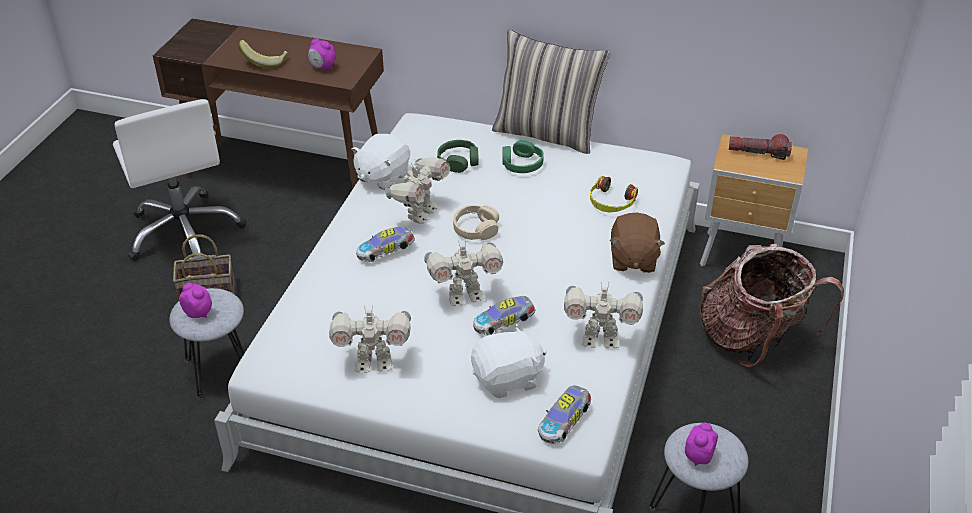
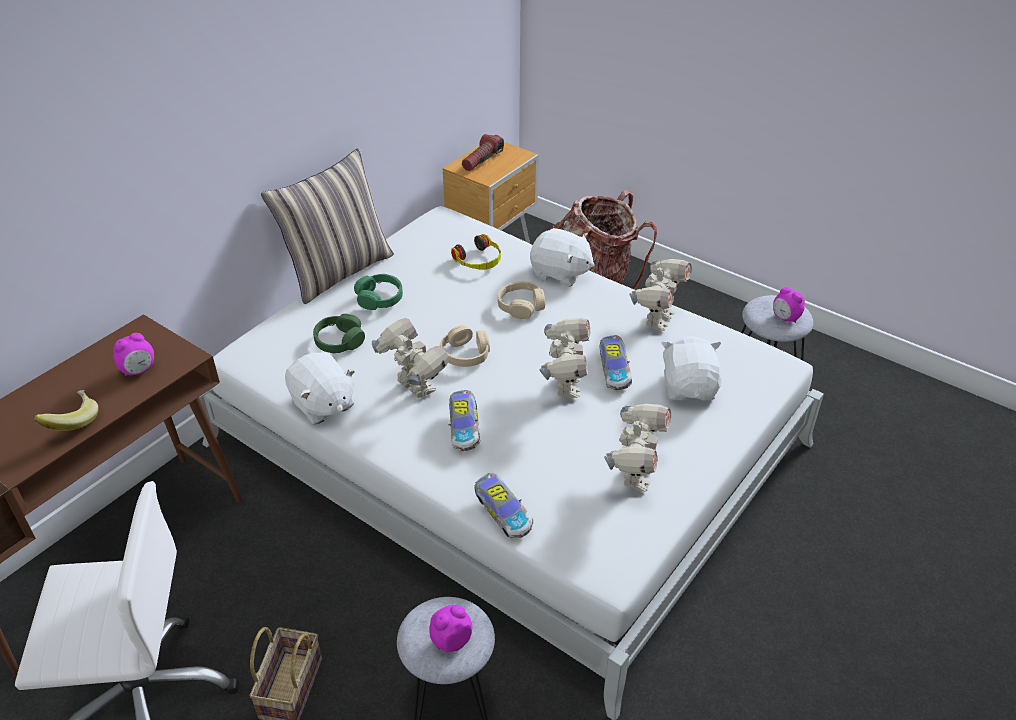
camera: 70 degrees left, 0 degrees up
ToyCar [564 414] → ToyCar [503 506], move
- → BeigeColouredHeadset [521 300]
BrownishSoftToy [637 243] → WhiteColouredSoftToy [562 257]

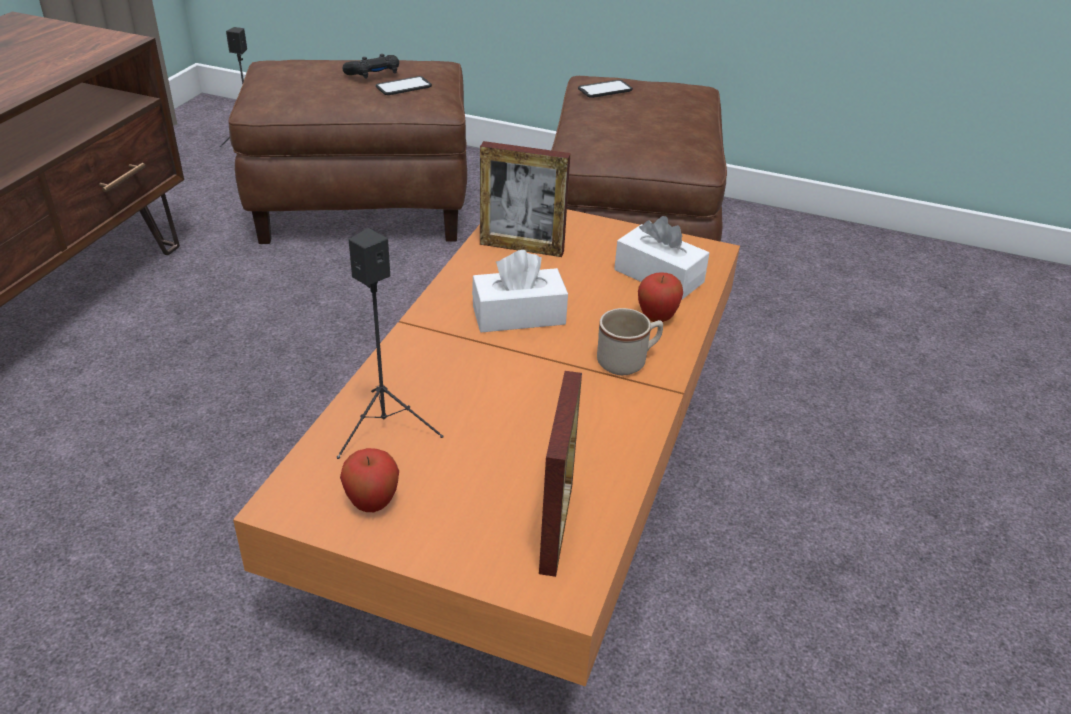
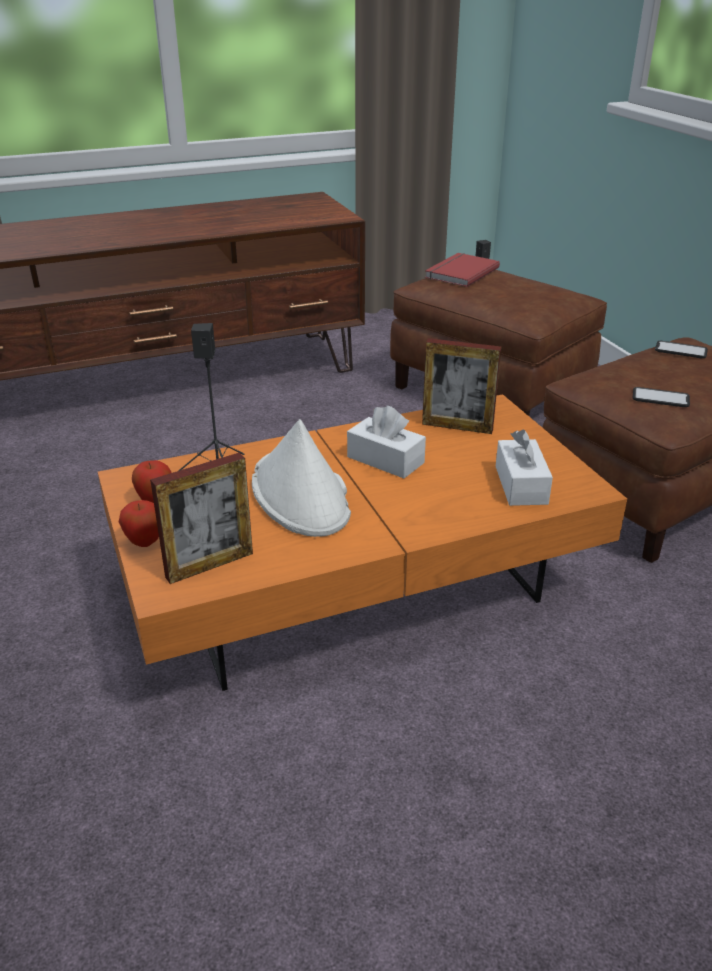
camera: 50 degrees right, 5 degrees down
AppleFruit [660 297] → AppleFruit [139 523], move
- → WhiteColouredClothingHat [301 478]
PictureFrame [525 199] → PictureFrame [461 386], 45 degrees counterclockwise
- → RedVolume [462 270]
Telephone [403 85] → Telephone [661 397], move
BlackGamepad [371 66] → -
BeigeColouredMug [630 341] → -

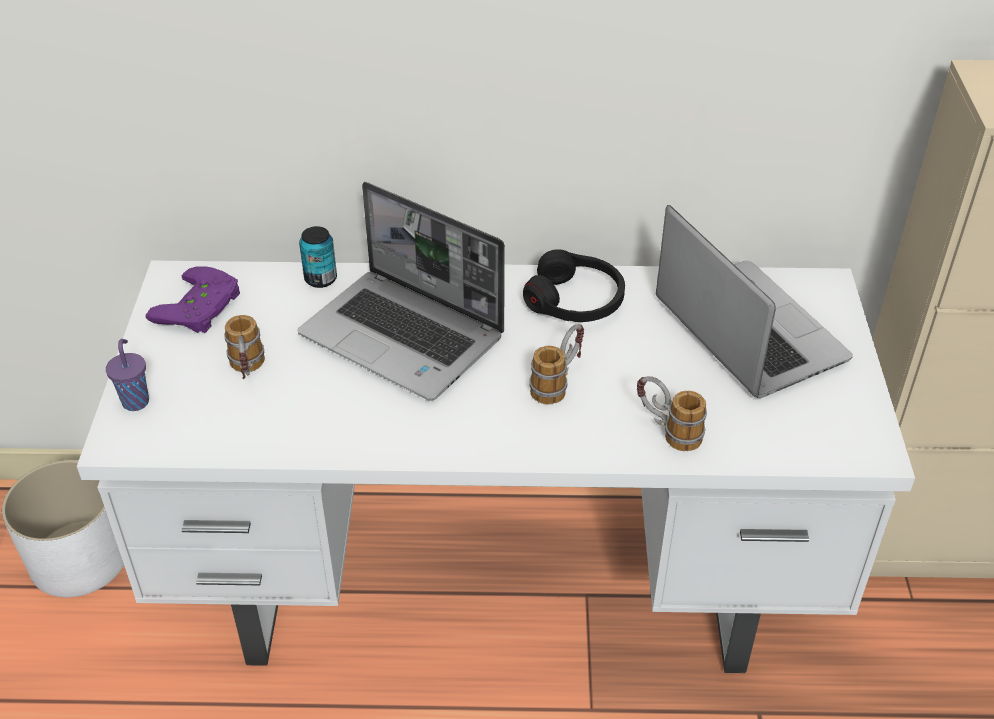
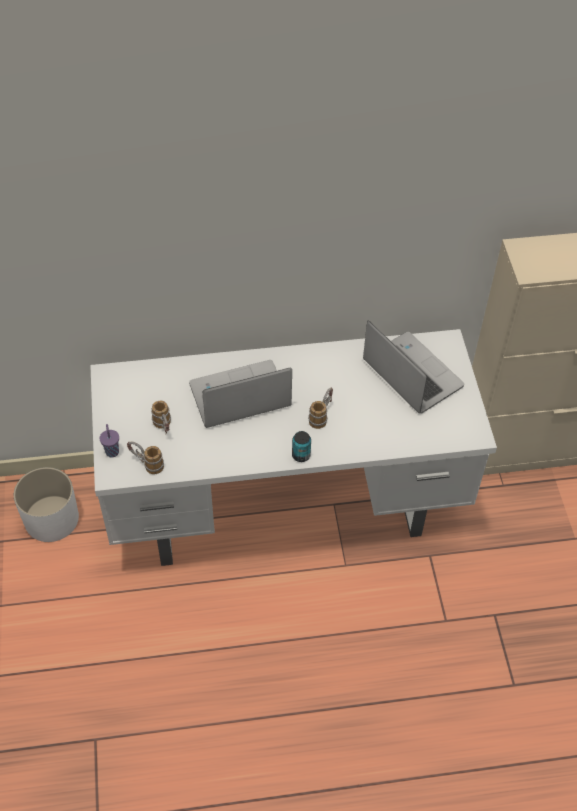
camera: 10 degrees left, 10 degrees up
Mug [672 413] → Mug [145 458], move
NotebookComputer [401 291] → NotebookComputer [240 394], 135 degrees clockwise
Can [318 257] → Can [301 446], move
PurplishGamepad [193 299] → -
BlackHeadset [574 285] → -

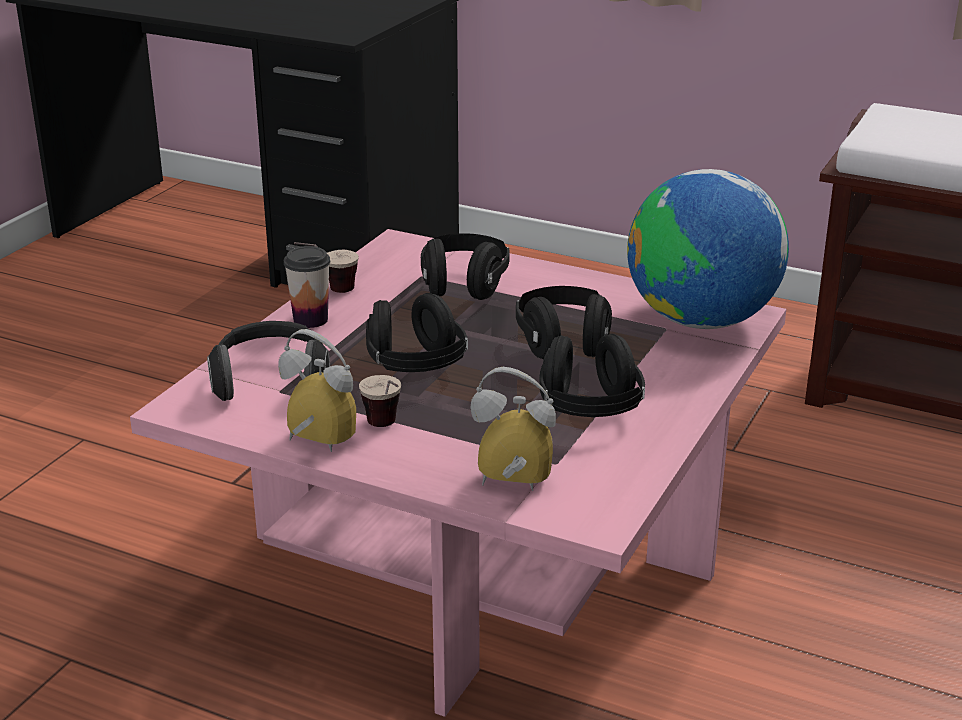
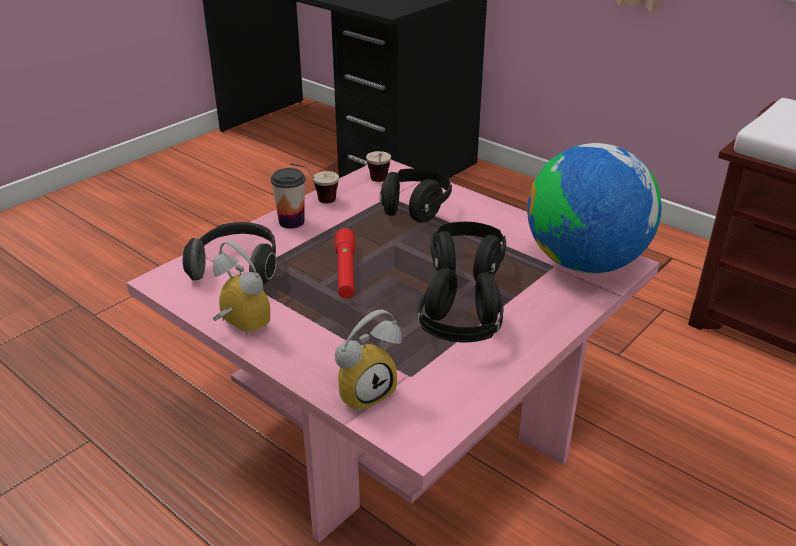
camera: 15 degrees right, 5 degrees up
BlackHeadset [417 332] → RedFlashlight [345 263]
TableClock [513 429] → TableClock [368 361], 120 degrees clockwise
Cup [380 401] → Cup [378 166], move

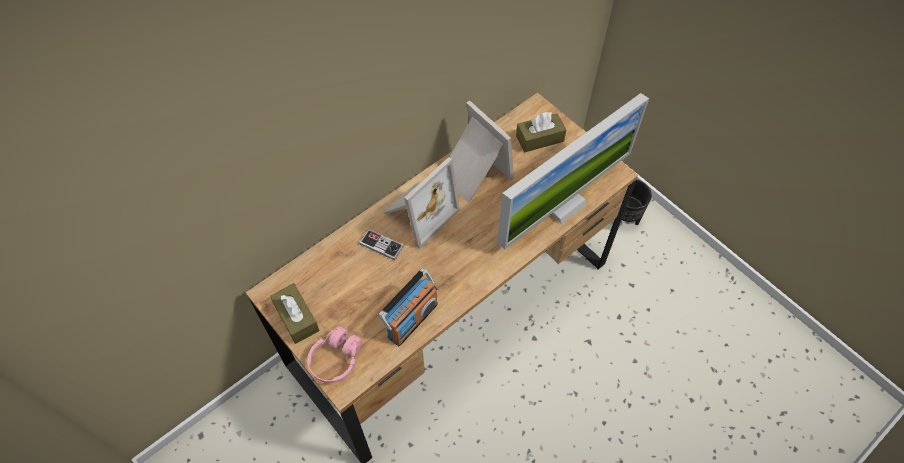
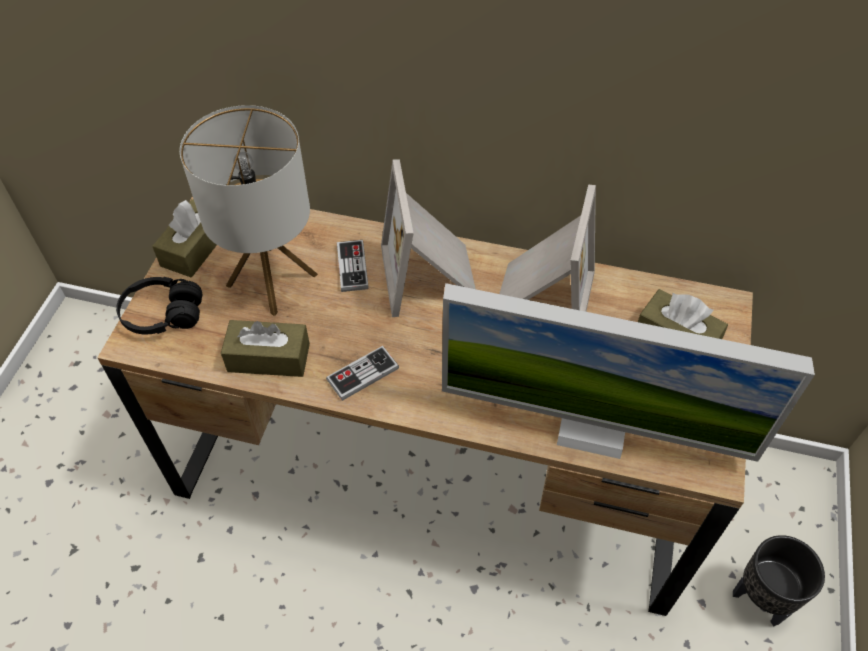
camera: 55 degrees right, 5 degrees down
PinkColouredHeadset [334 354] → BlackHeadset [159 305]
- → LampForATable [249 210]
RadioReceiver [408 307] → BrownishTissueBox [265 348]
- → Gamepad [362 373]
PictureFrame [422 203] → PictureFrame [428 238], 75 degrees clockwise

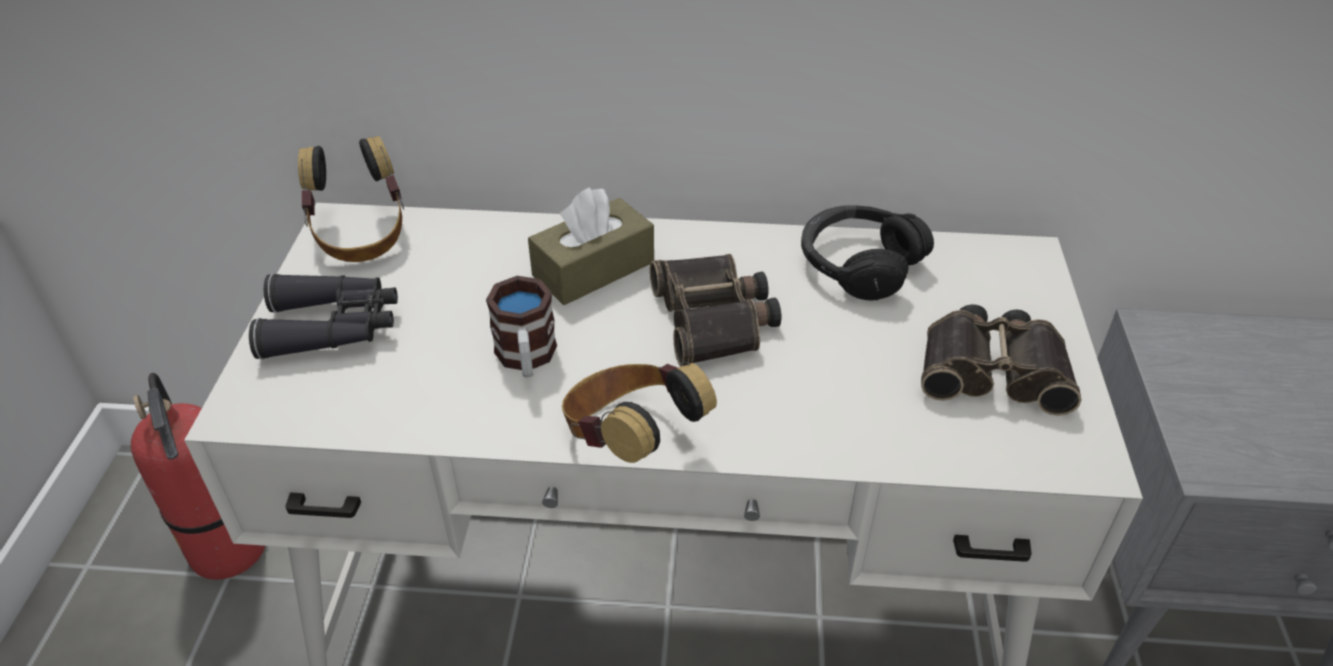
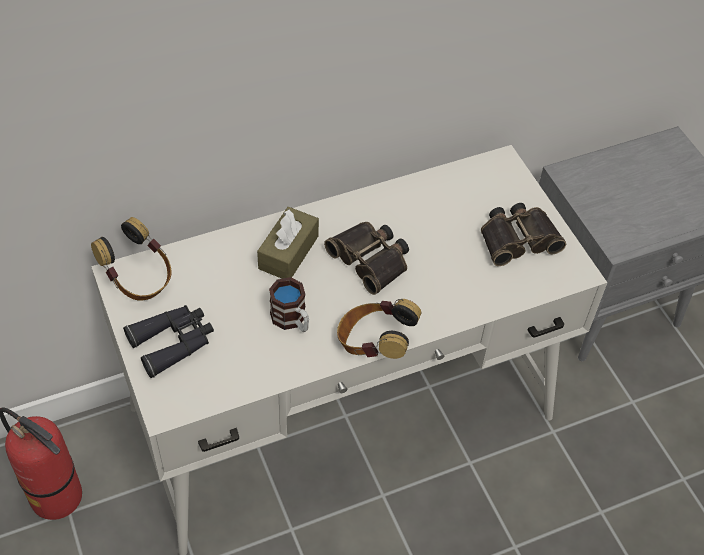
camera: 30 degrees left, 10 degrees up
BlackHeadset [867 252] → -

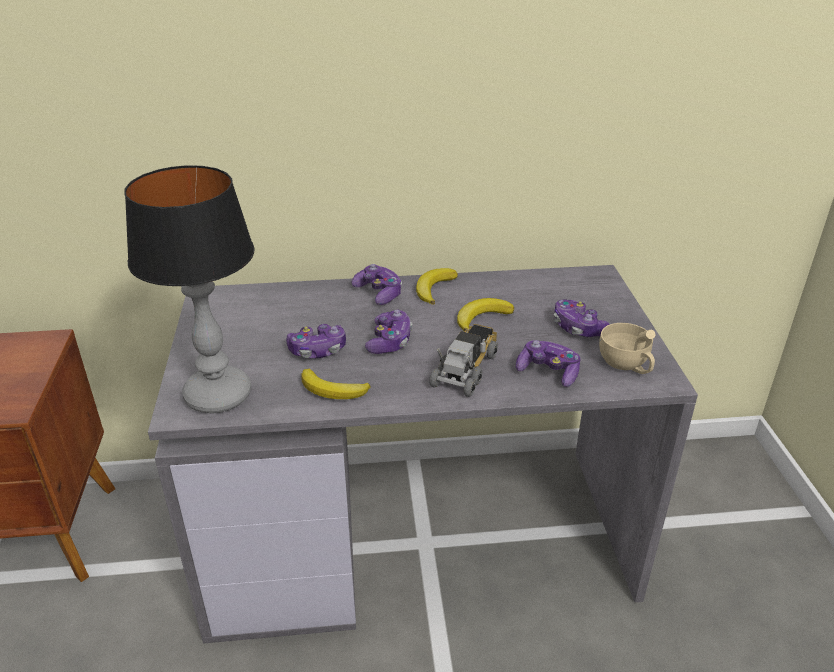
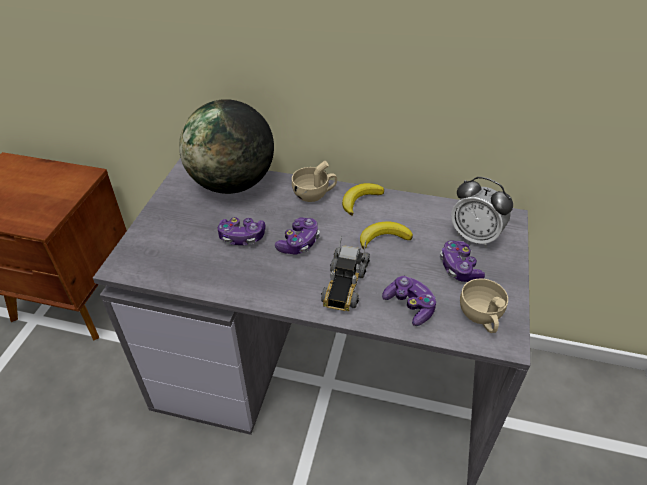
camera: 20 degrees right, 10 degrees up
- → DeskGlobe [226 146]
Gamepad [377 284] → BeigeColouredCup [314 181]
ToyTruck [463 360] → ToyTruck [345 273], 150 degrees clockwise
- → TableClock [482 212]
LampForATable [189 289] → -
BananaFruit [335 384] → -

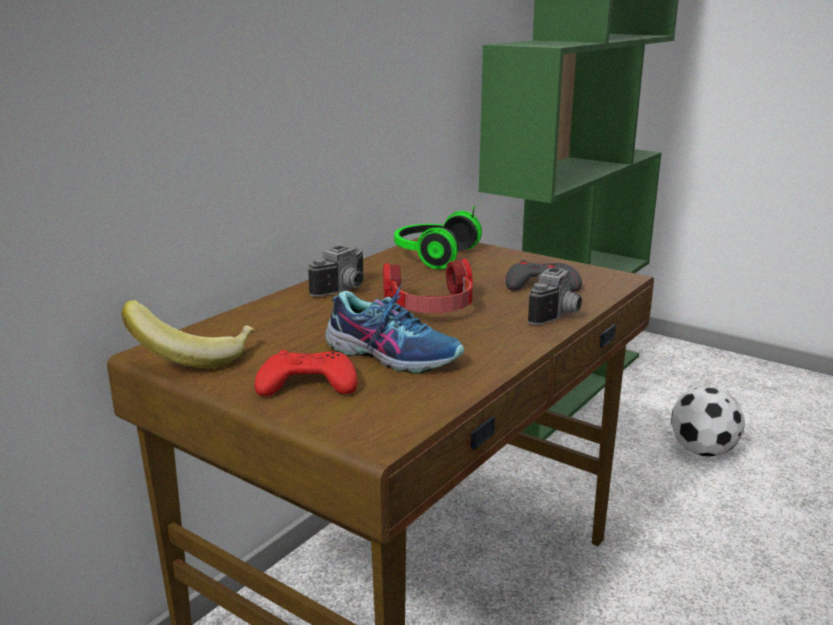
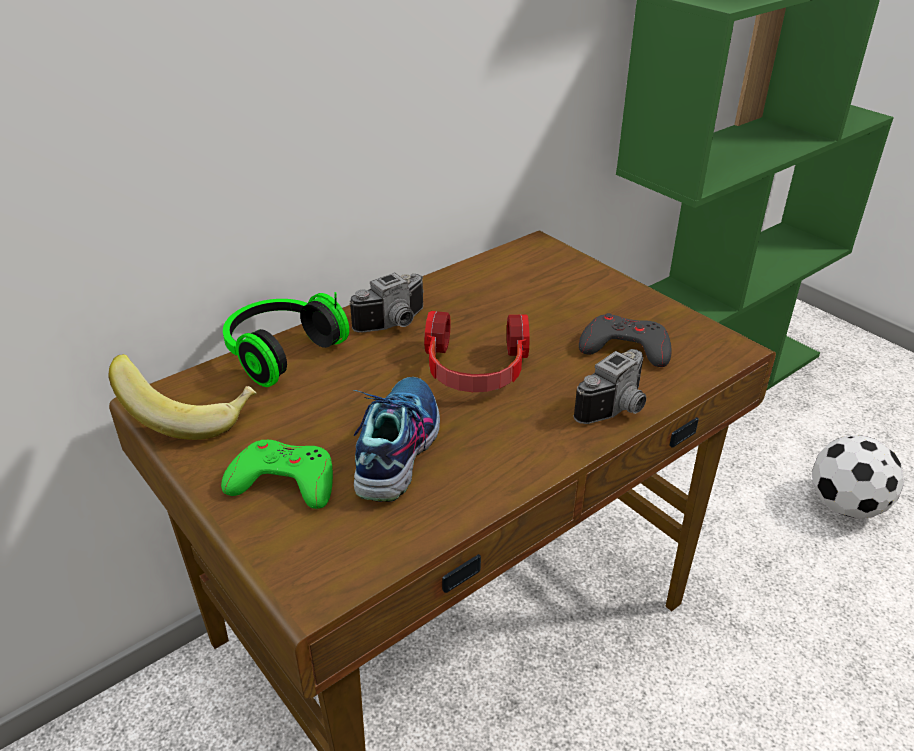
camera: 15 degrees right, 15 degrees up
RedGamepad [306 373] → GreenColouredGamepad [277 474]
Headset [438 237] → Headset [286 339], move
ItemOfFootwear [394 329] → ItemOfFootwear [397 439], 120 degrees counterclockwise

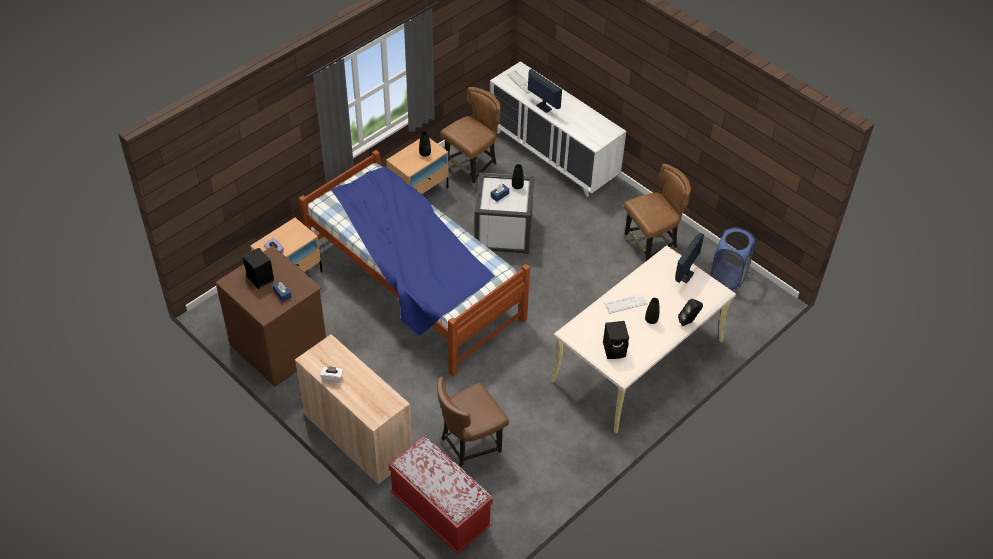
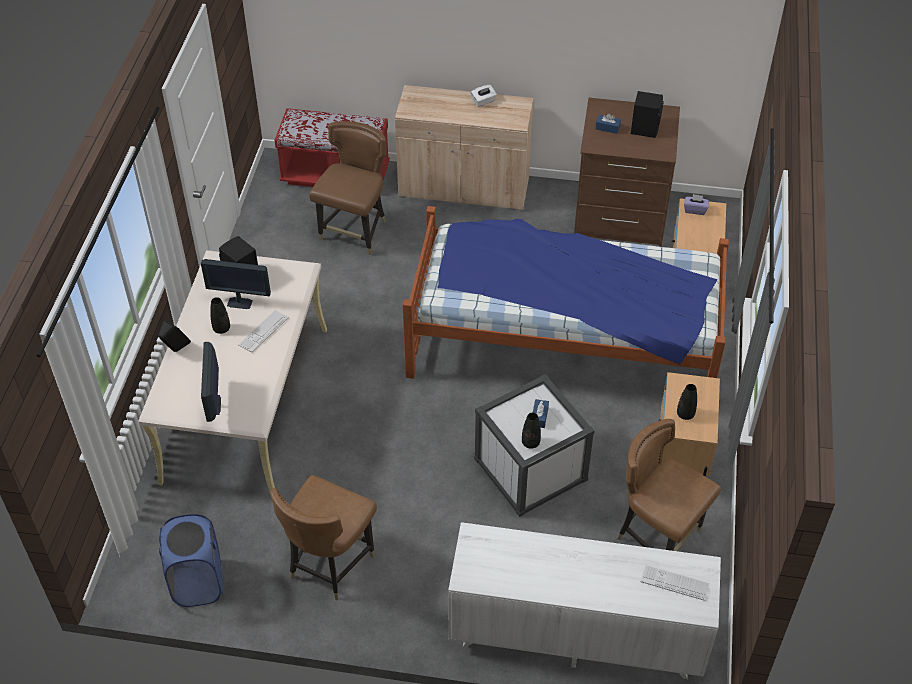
camera: 145 degrees right, 0 degrees up
Monitor [545 91] → Monitor [236 284], move
BrownishPlainChair [470 137] → BrownishPlainChair [669 485], 120 degrees clockwise

